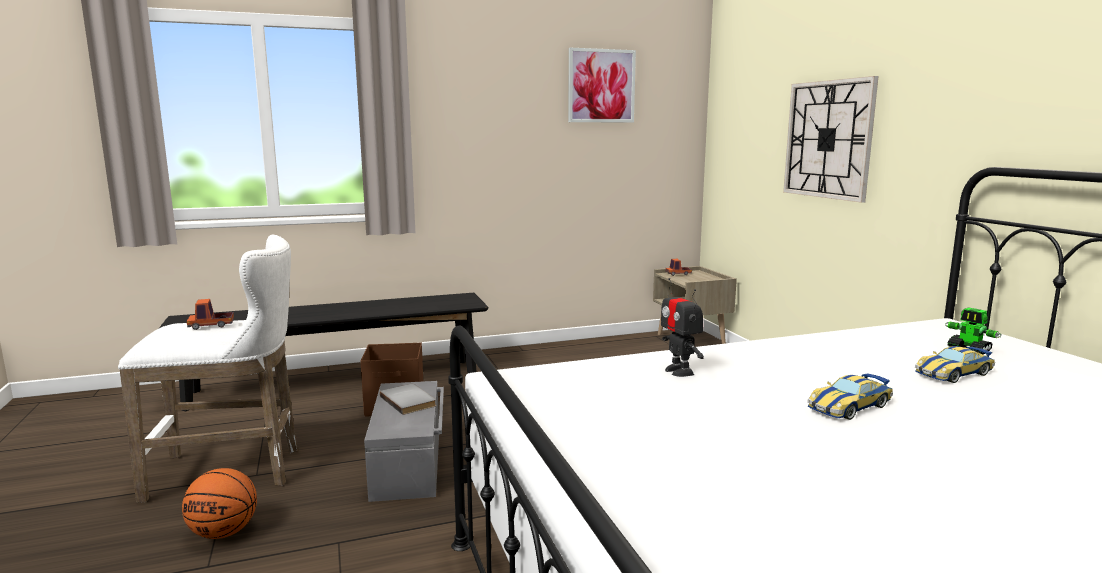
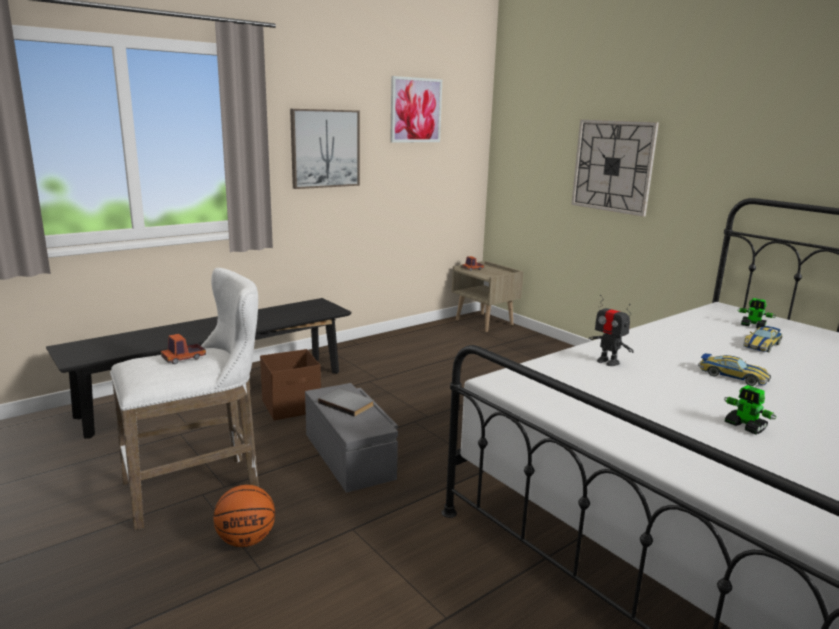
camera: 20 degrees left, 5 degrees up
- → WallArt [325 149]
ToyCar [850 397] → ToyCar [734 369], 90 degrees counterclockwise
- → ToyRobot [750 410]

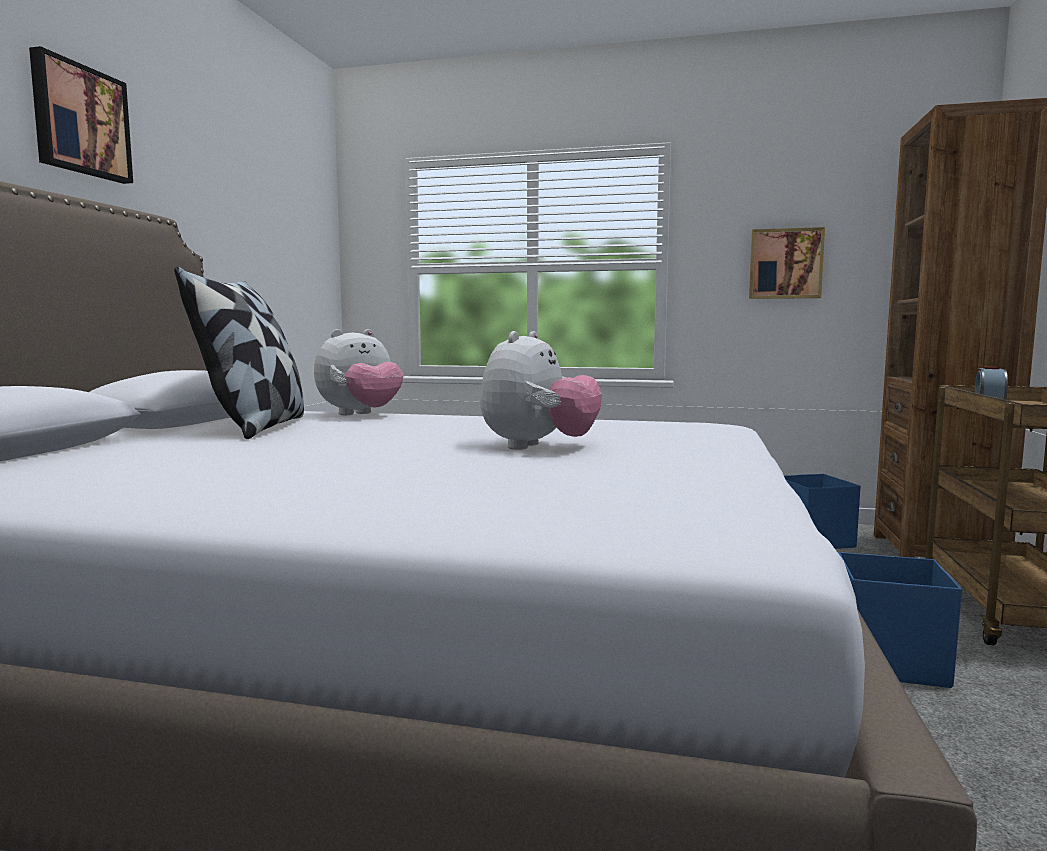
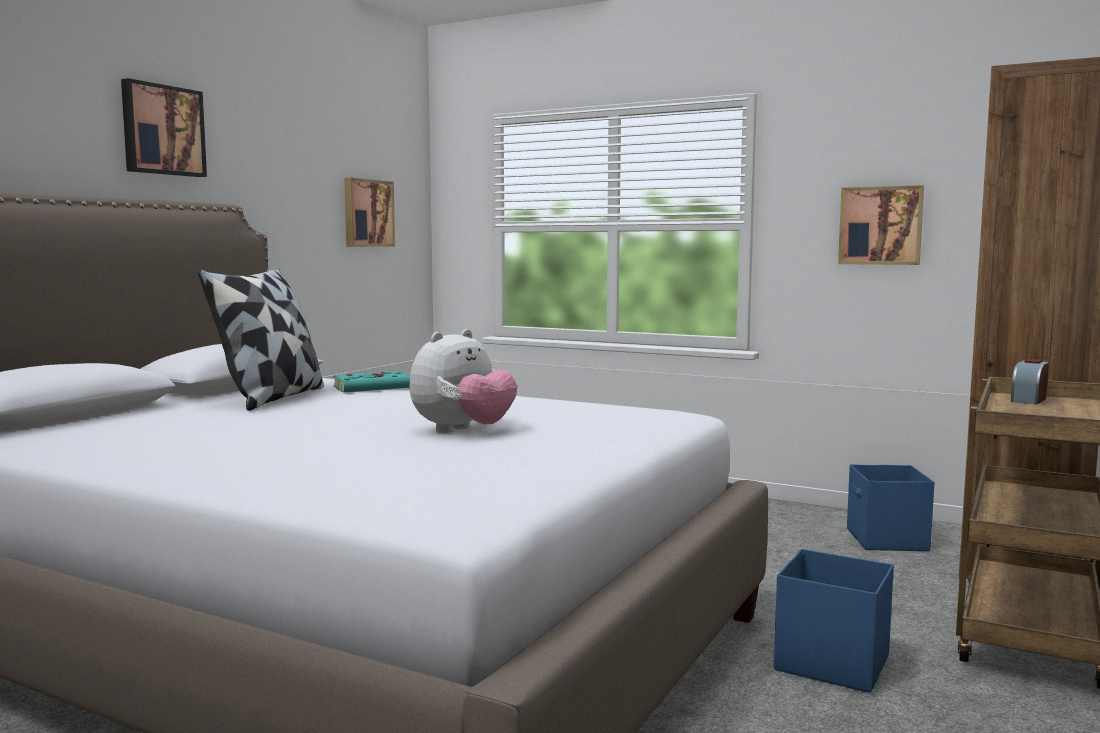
camera: 15 degrees right, 0 degrees up
SoftToy [358 372] → TurquoiseColouredVolume [371 382]
- → WallArt [369 212]

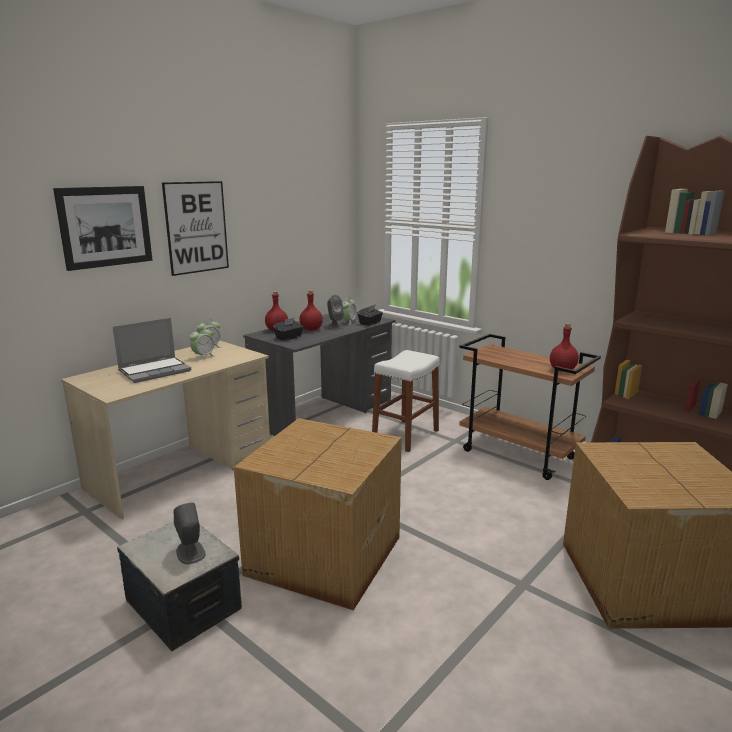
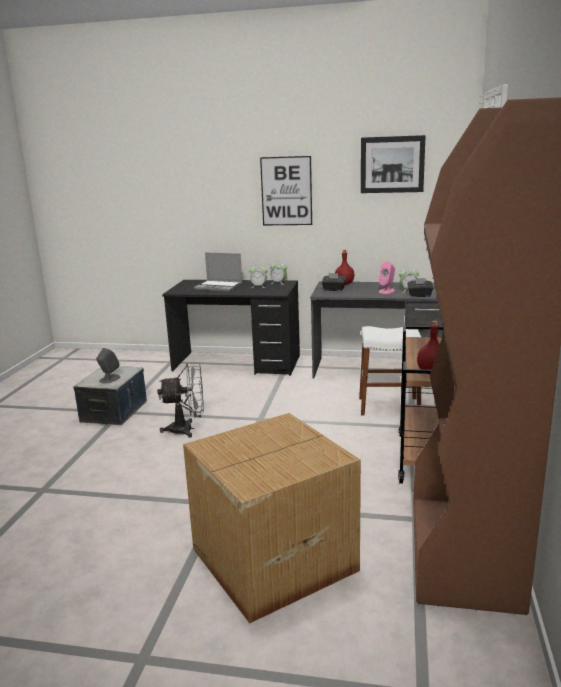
camera: 60 degrees right, 0 degrees up
PackingBox [318 514] → GreyishCoolingFan [180 400]
BeigeColouredDeskTable [165 430] → BlackDeskTable [231 328]
WallArt [103 228] → WallArt [393 164], move
GreyishLoudspeaker [335 312] → PinkColouredLoudspeaker [386 277]
RedBottle [311 310] → -

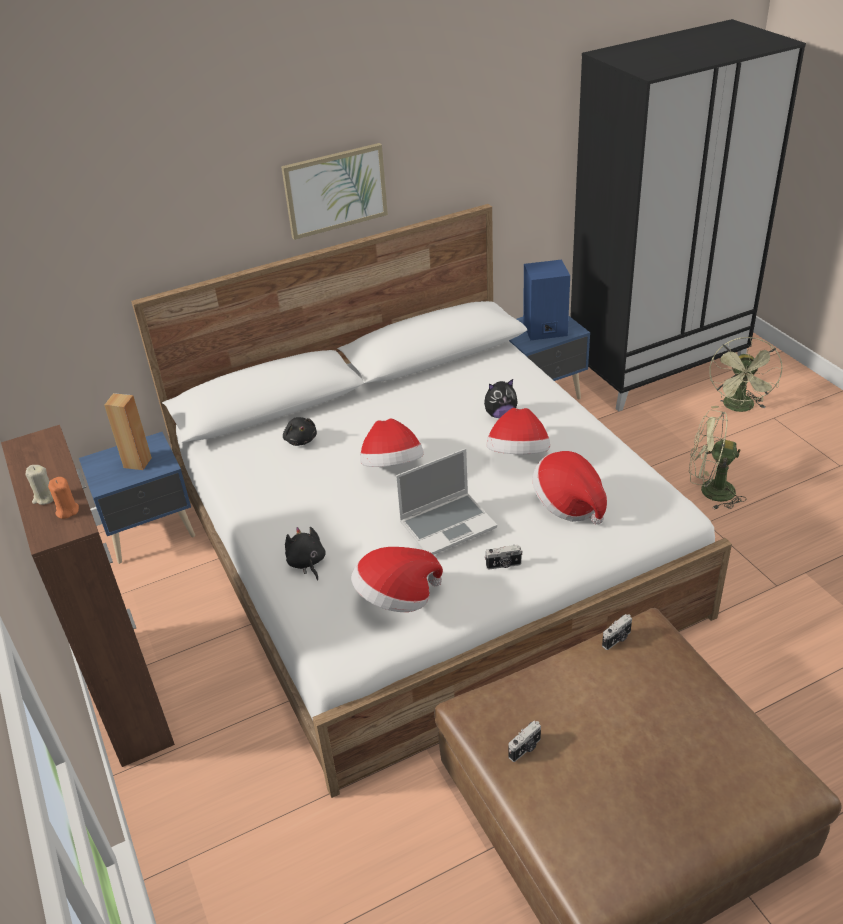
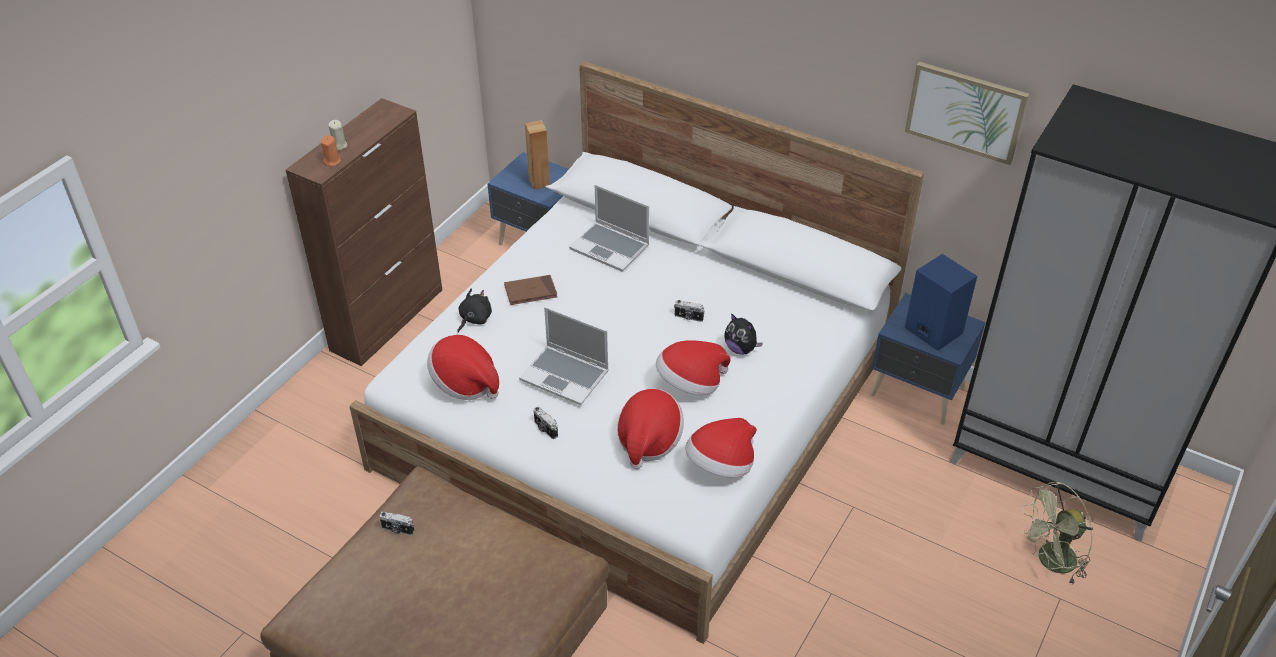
camera: 55 degrees right, 5 degrees up
- → BrownishVolume [530 290]
BlackSoftToy [300 431] → NotebookComputer [609 228]
PhotoCamera [617 632] → PhotoCamera [689 311], move
ClothingHat [392 442] → ClothingHat [721 448], move
WallArt [334 191] → WallArt [967 113], move
GreenColouredCoolingFan [717 460] → -

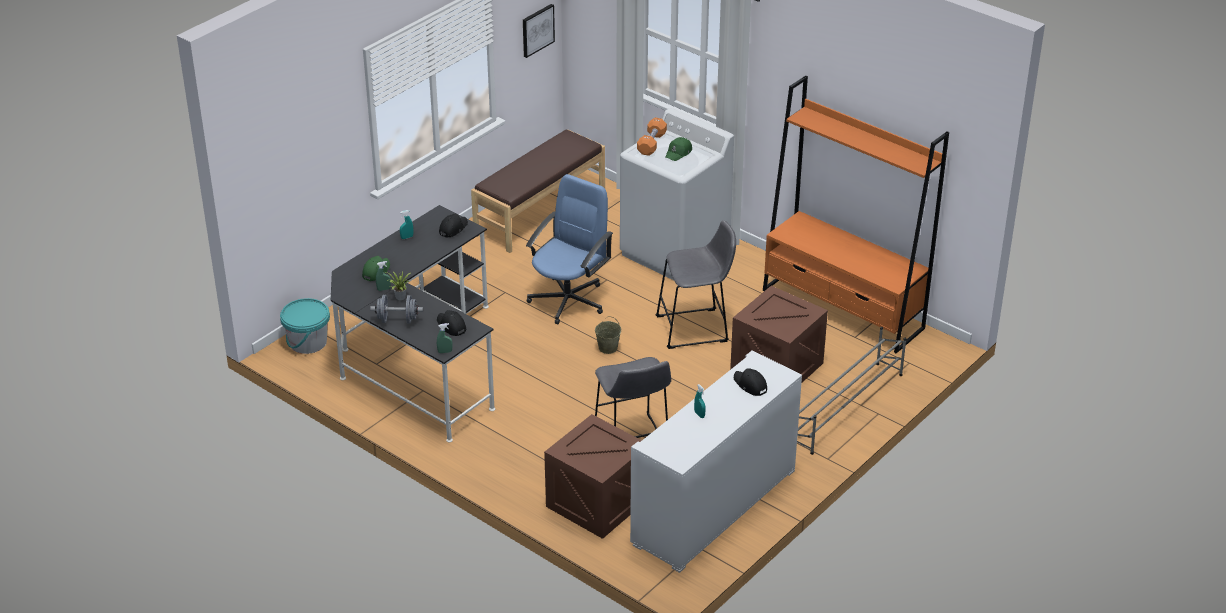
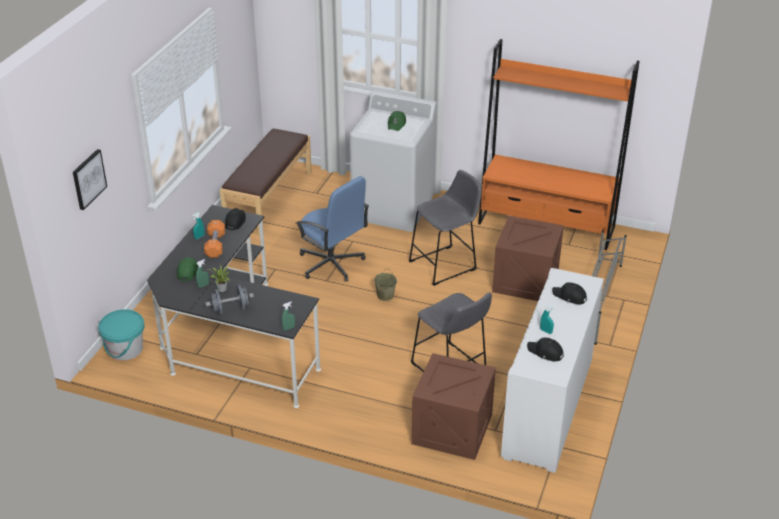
camera: 20 degrees left, 0 degrees up
WallArt [539 31] → WallArt [90 179], move
OrangeColouredDumbbell [652 136] → OrangeColouredDumbbell [214 239], move
BlueColouredOfficeChair [569 249] → BlueColouredOfficeChair [332 229], 120 degrees clockwise
BlackCap [451 323] → BlackCap [545 350], move

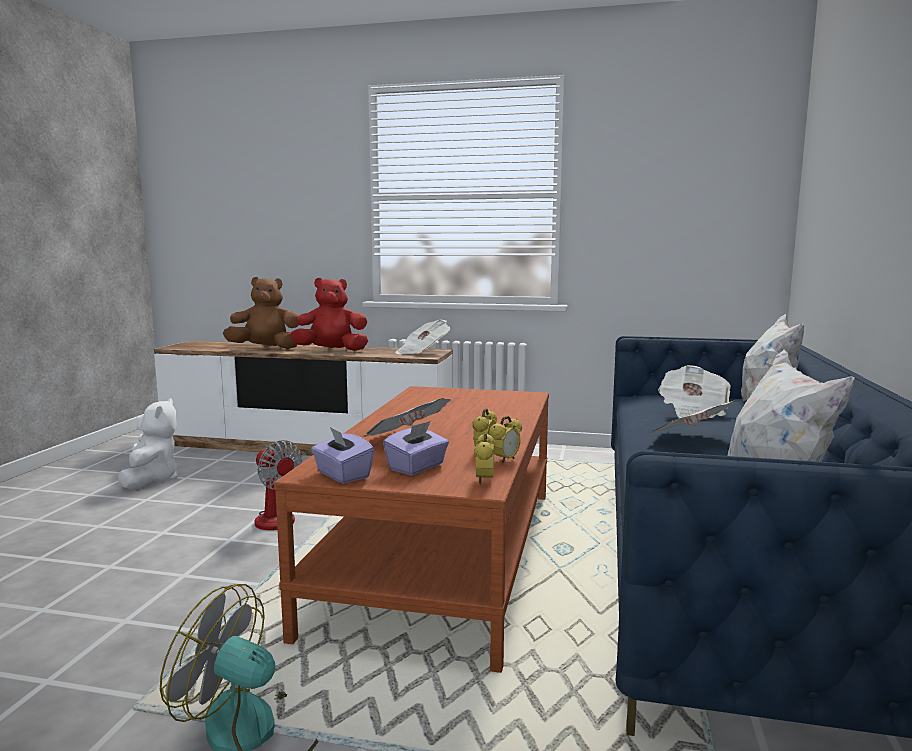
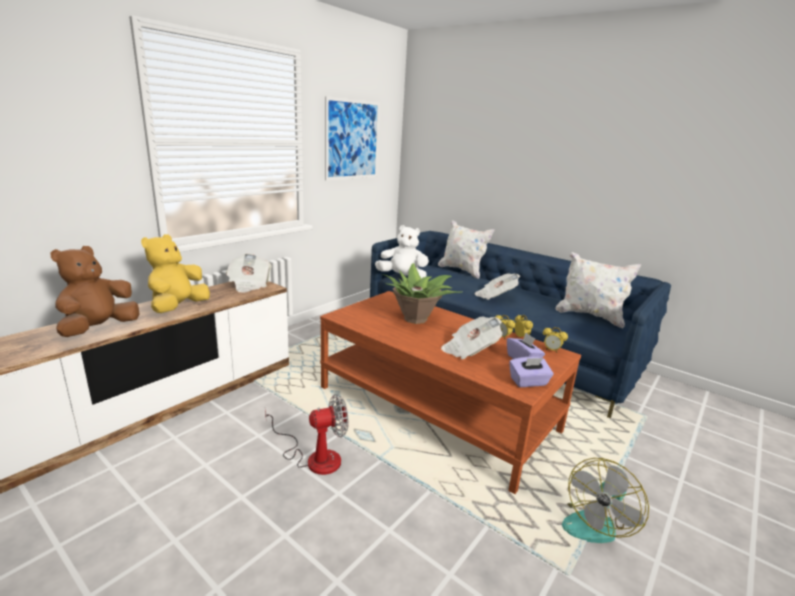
camera: 65 degrees left, 10 degrees up
RedSoftToy [329 314] → YellowSoftToy [175 273]
- → WallArt [352 138]
WhiteColouredSoftToy [148 443] → WhiteColouredSoftToy [402 252], move
- → Houseplant [422 293]
Newspaper [694 391] → -

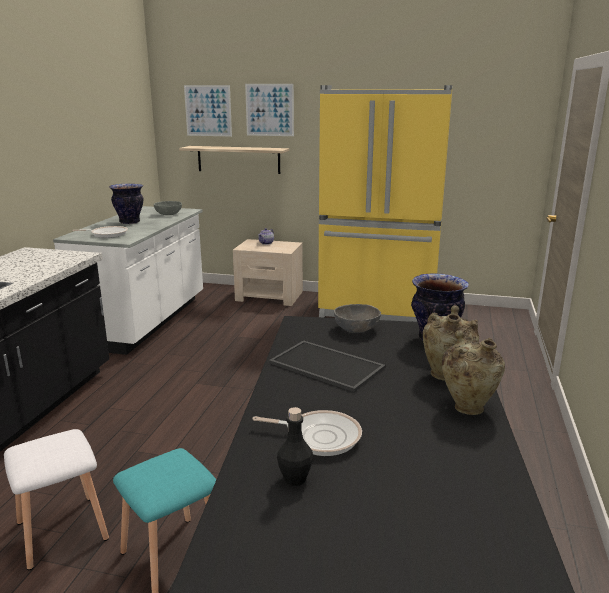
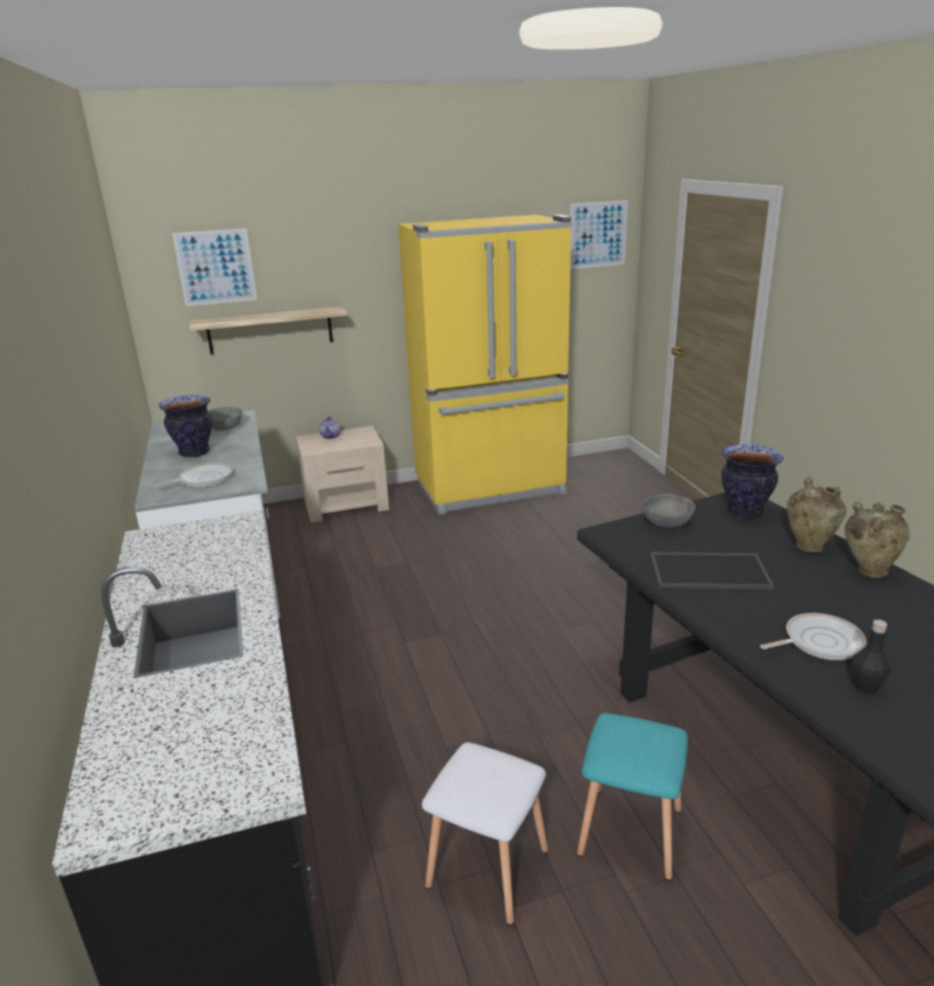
camera: 30 degrees left, 5 degrees up
WallArt [269 110] → WallArt [599 234], move

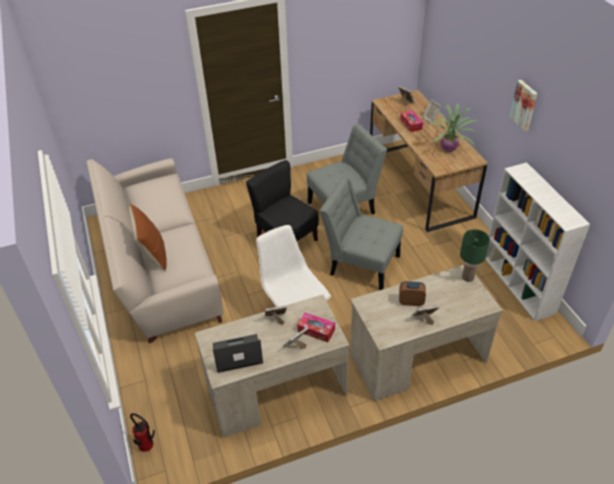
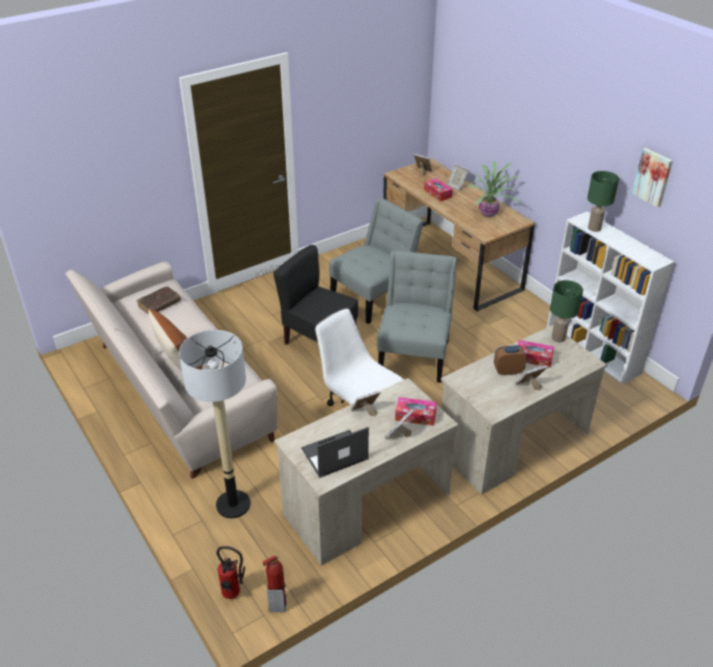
camera: 15 degrees left, 5 degrees down
- → BrownishVolume [159 300]
- → StandingLamp [214 424]
- → FireExtinguisher [274 583]
GreyishPlainChair [361 233] → GreyishPlainChair [417 316], 90 degrees clockwise
- → TissueBox [535 353]
- → GreenColouredLampForATable [603 201]
WallArt [523 105] → WallArt [652 177], move

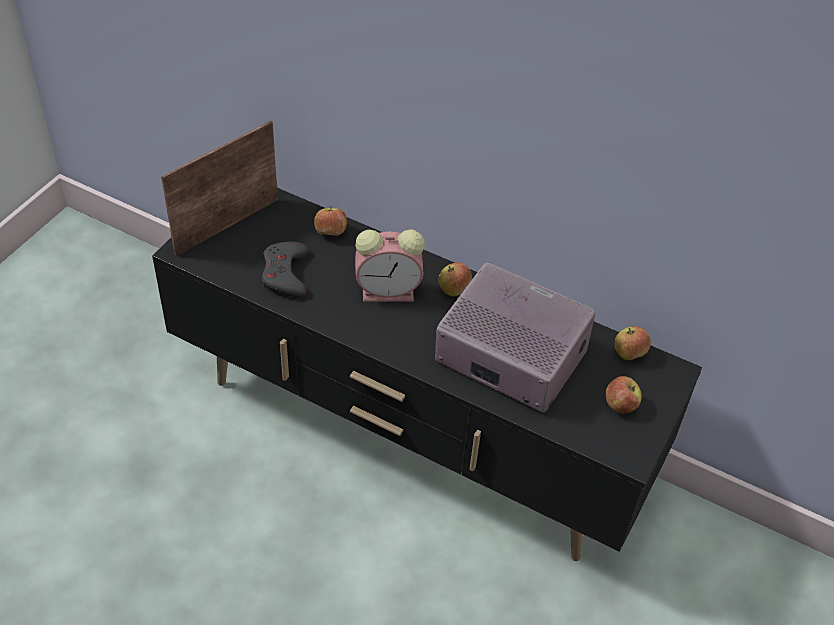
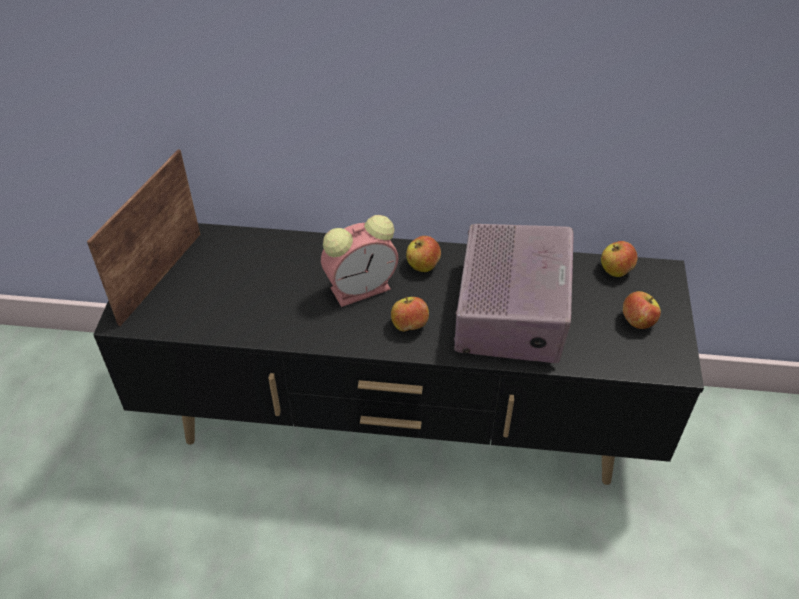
camera: 20 degrees left, 0 degrees up
AppleFruit [330 221] → AppleFruit [410 314], move
RadioReceiver [515 337] → RadioReceiver [513 293], 90 degrees clockwise
GreyishGamepad [285 269] → -

